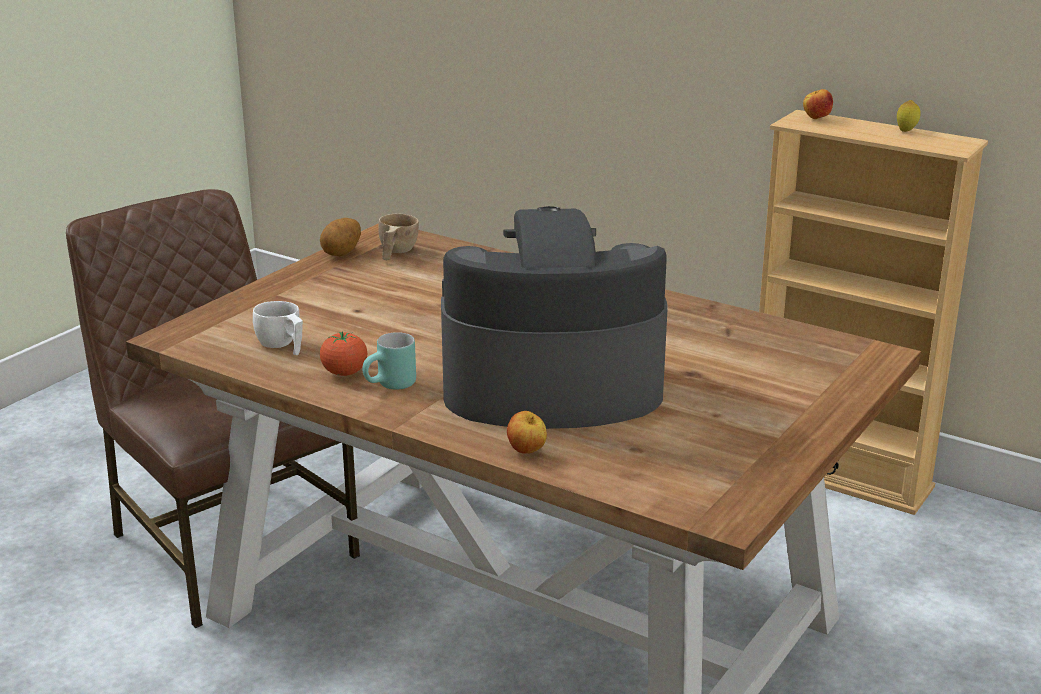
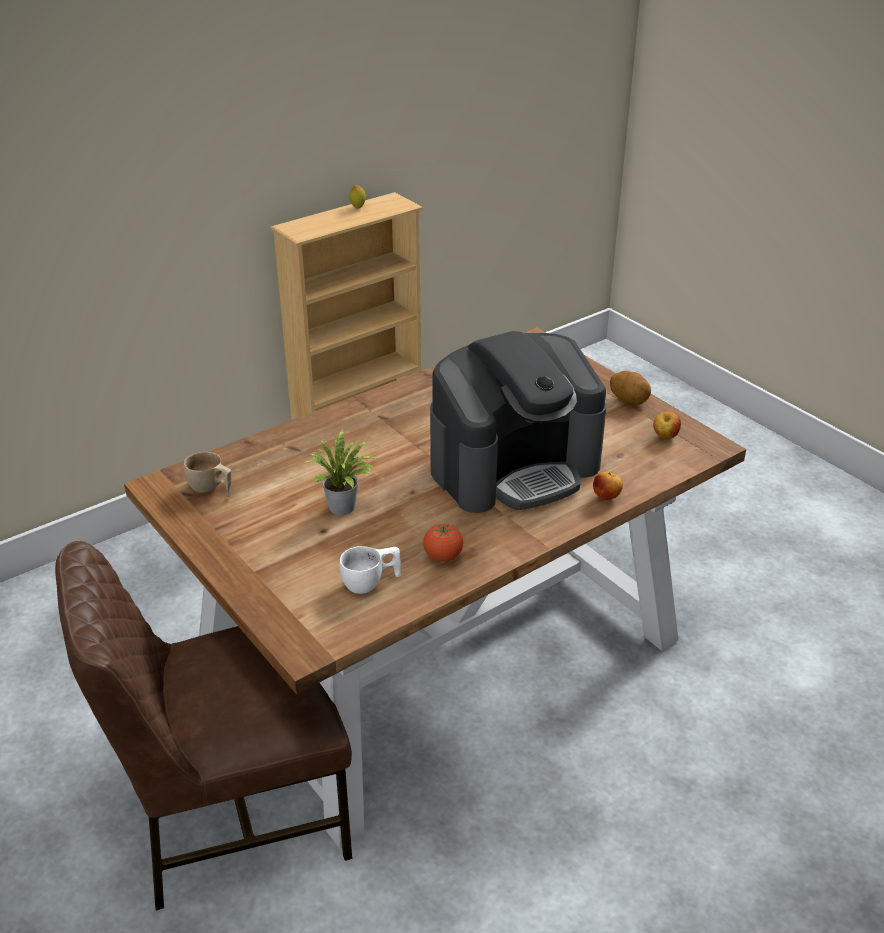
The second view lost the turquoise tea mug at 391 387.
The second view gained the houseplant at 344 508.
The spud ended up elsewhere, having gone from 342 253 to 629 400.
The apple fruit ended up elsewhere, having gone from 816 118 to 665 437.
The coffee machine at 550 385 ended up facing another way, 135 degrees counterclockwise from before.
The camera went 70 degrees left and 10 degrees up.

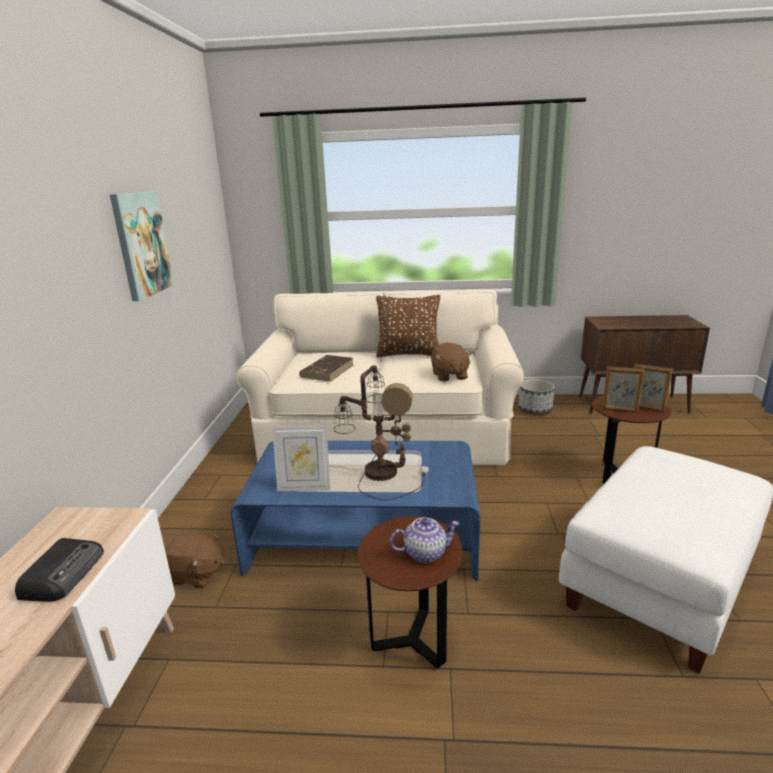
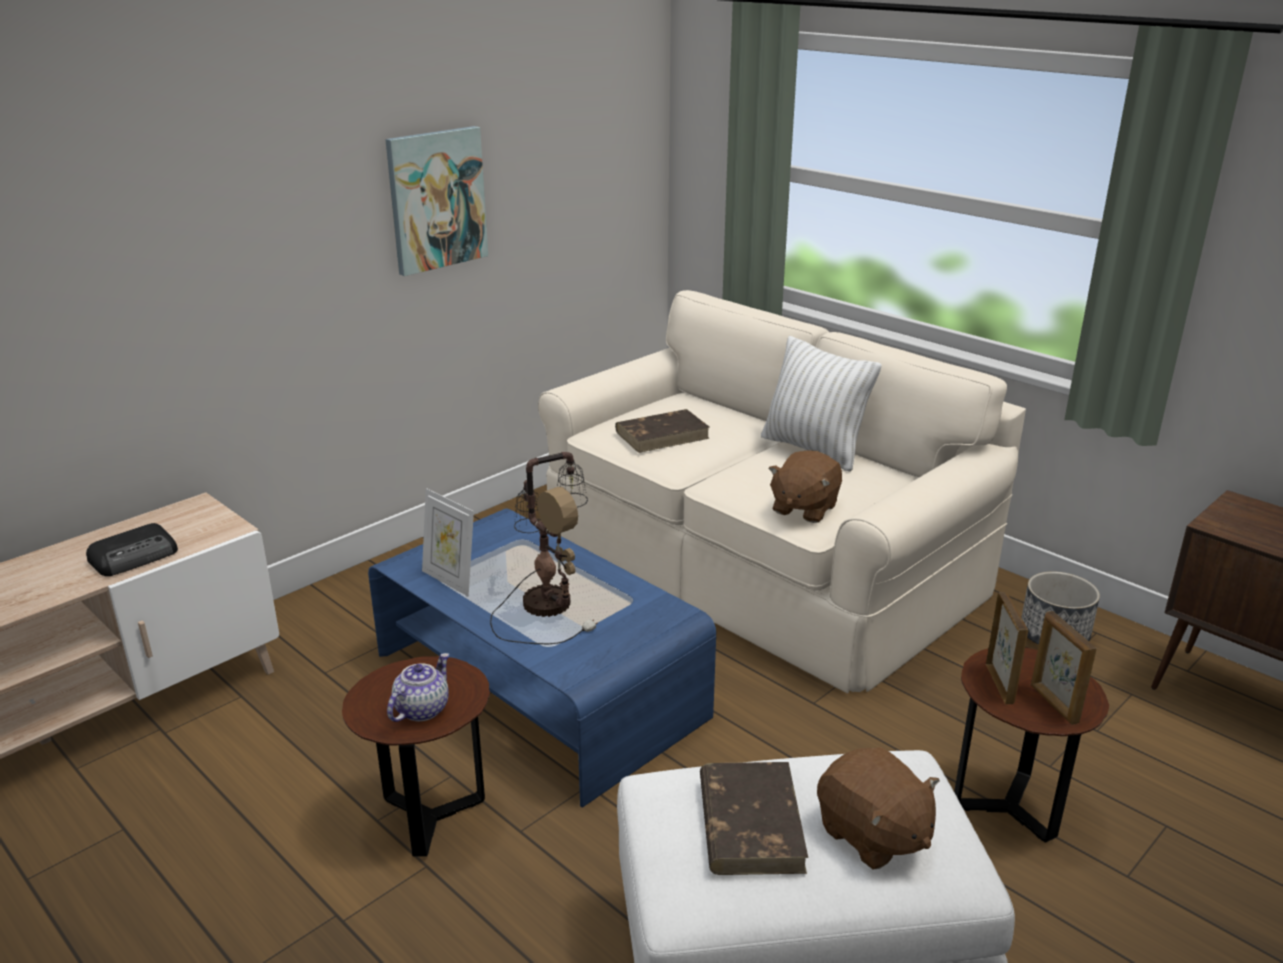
The second view gained the brown bound book at 750 822.
The brown soft toy ended up elsewhere, having gone from 197 574 to 872 835.
What was the brown pillow at 408 354 turned into the white-coloured pillow at 814 450.
The pot for tea at 425 553 ended up facing another way, 90 degrees counterclockwise from before.
The picture frame at 619 410 ended up facing another way, 150 degrees counterclockwise from before.
The camera went 40 degrees right and 5 degrees up.

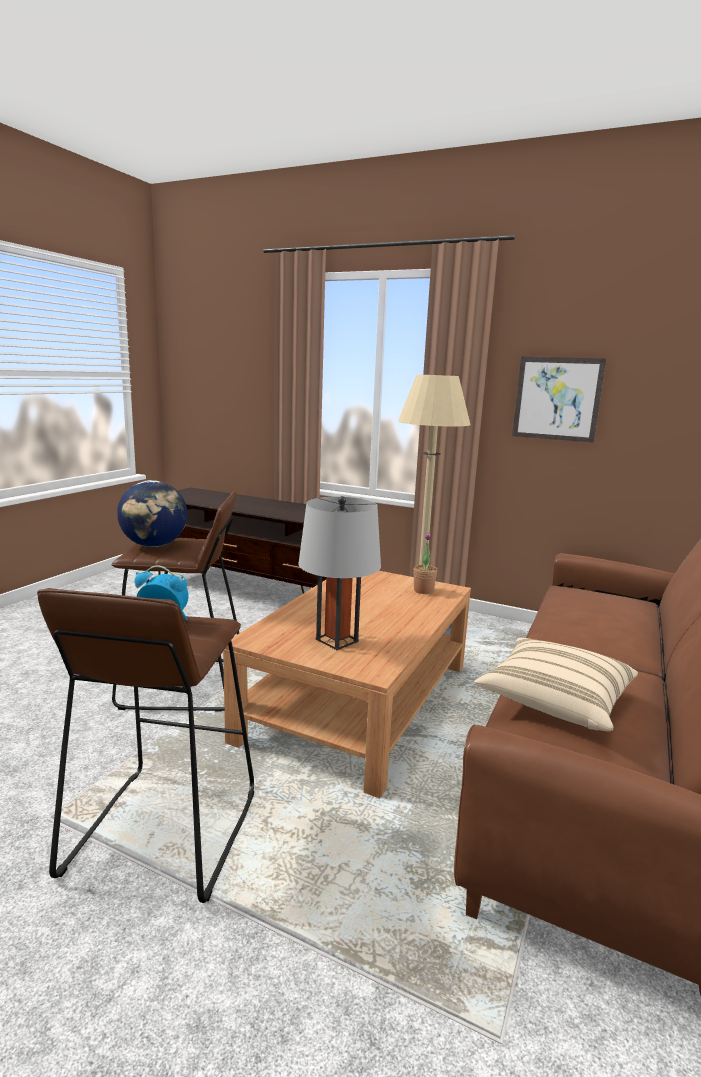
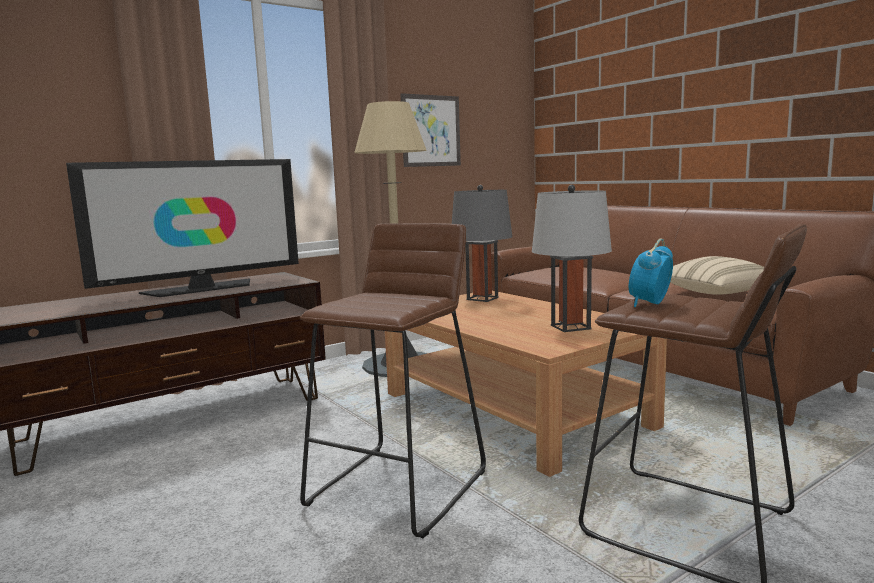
The second view lost the desk globe at 154 545.
The second view gained the television at 202 288.
Where the houseplant stood at 423 590, the greyish lamp for a table came to stand at 482 298.
The camera went 60 degrees left and 5 degrees down.

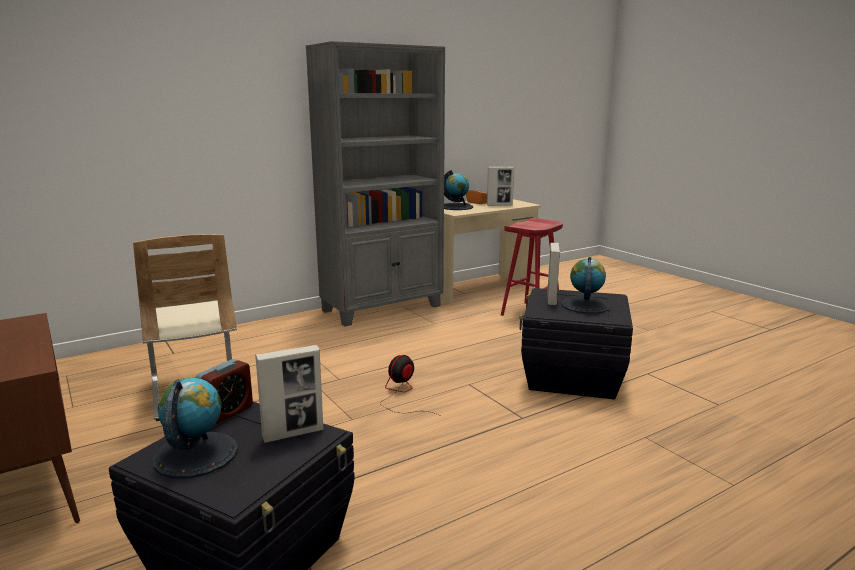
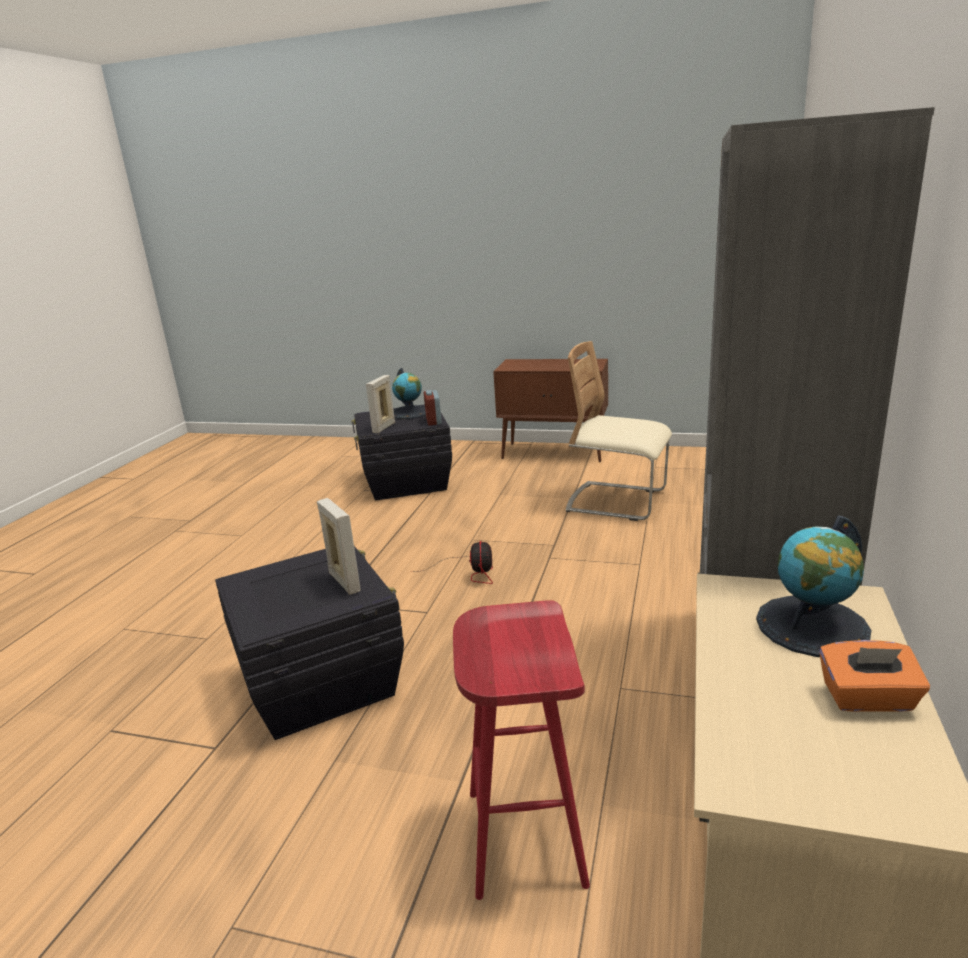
The second view lost the picture frame at 499 205.
The second view lost the desk globe at 585 305.
The camera went 140 degrees right and 5 degrees up.

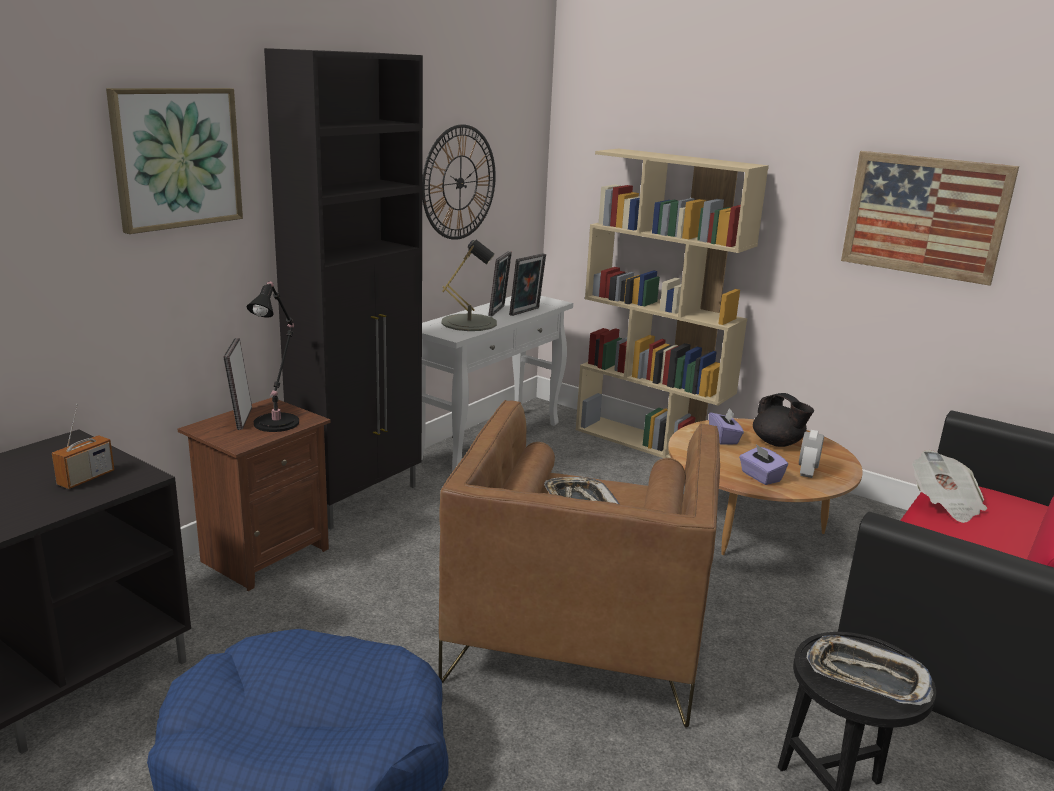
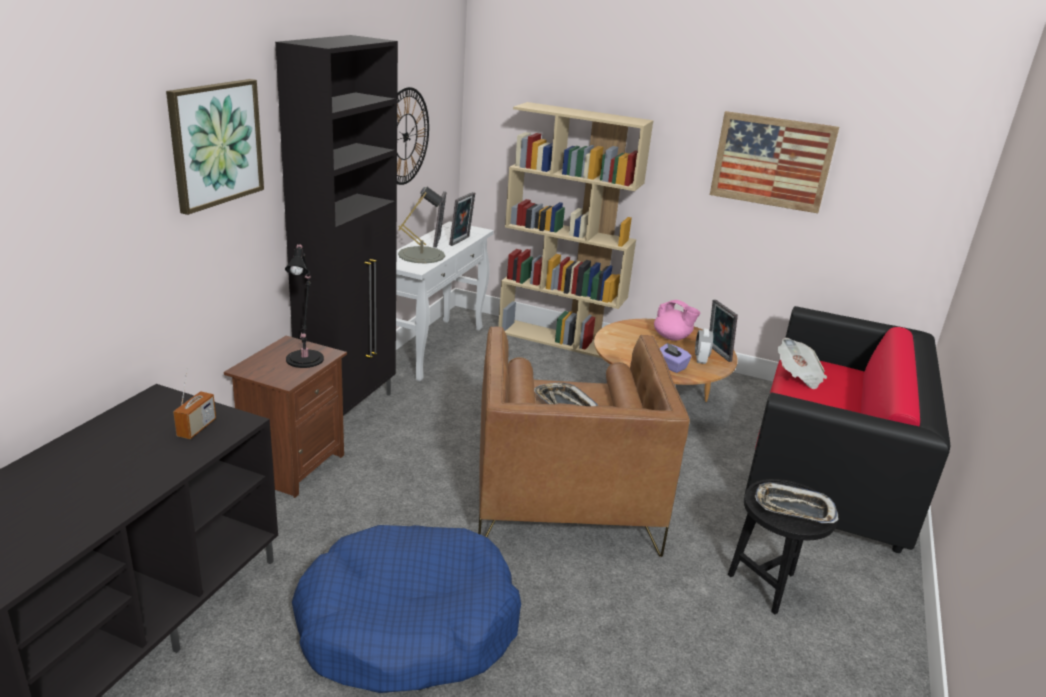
The second view lost the purplish tissue box at 724 438.
The picture frame ended up elsewhere, having gone from 240 418 to 717 353.
What was the black pot for tea at 778 443 turned into the pinkish pot for tea at 672 337.
The camera went 15 degrees left and 5 degrees up.

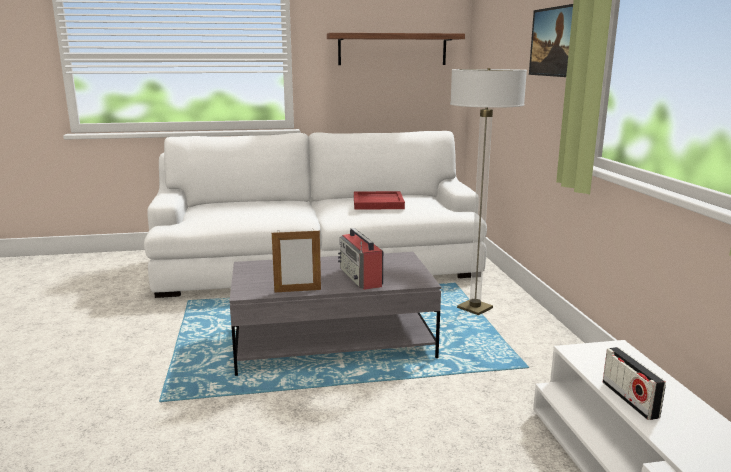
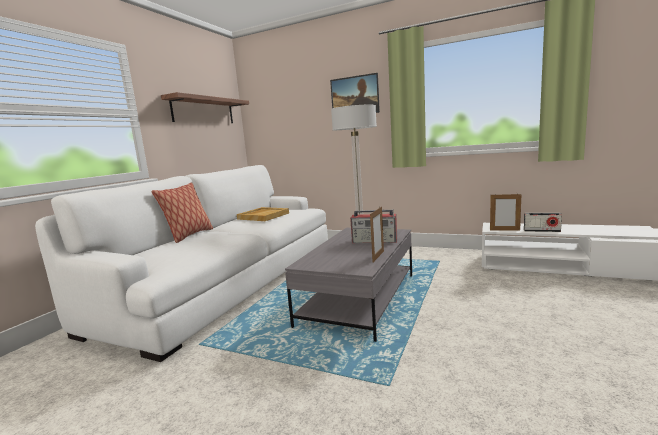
The second view gained the pillow at 189 235.
The second view gained the picture frame at 504 230.
What was the red carrying tray at 378 203 turned into the beige carrying tray at 263 216.
The camera went 55 degrees left and 5 degrees down.

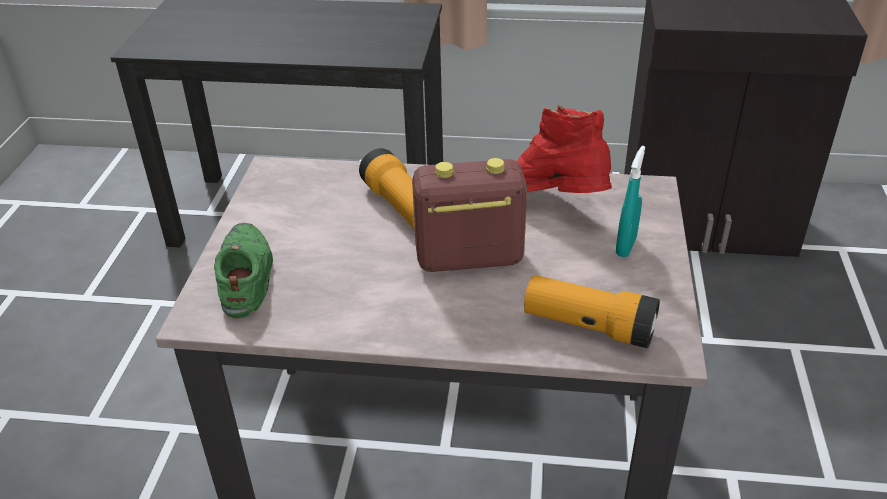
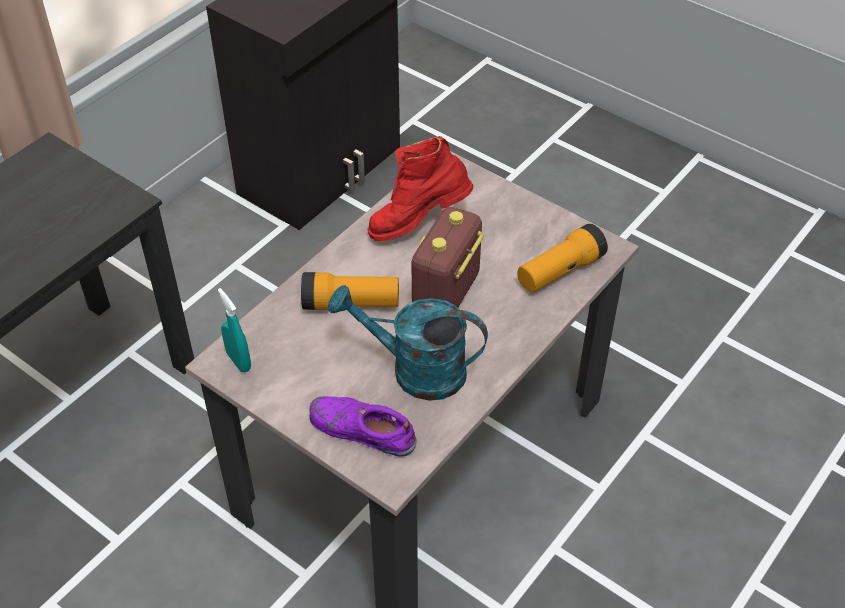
The second view gained the turquoise watering can at 415 370.
The turquoise hand sprayer ended up elsewhere, having gone from 626 246 to 238 361.
What was the greenish low shoe at 244 275 turned into the purplish low shoe at 360 430.
The camera went 60 degrees left and 10 degrees up.

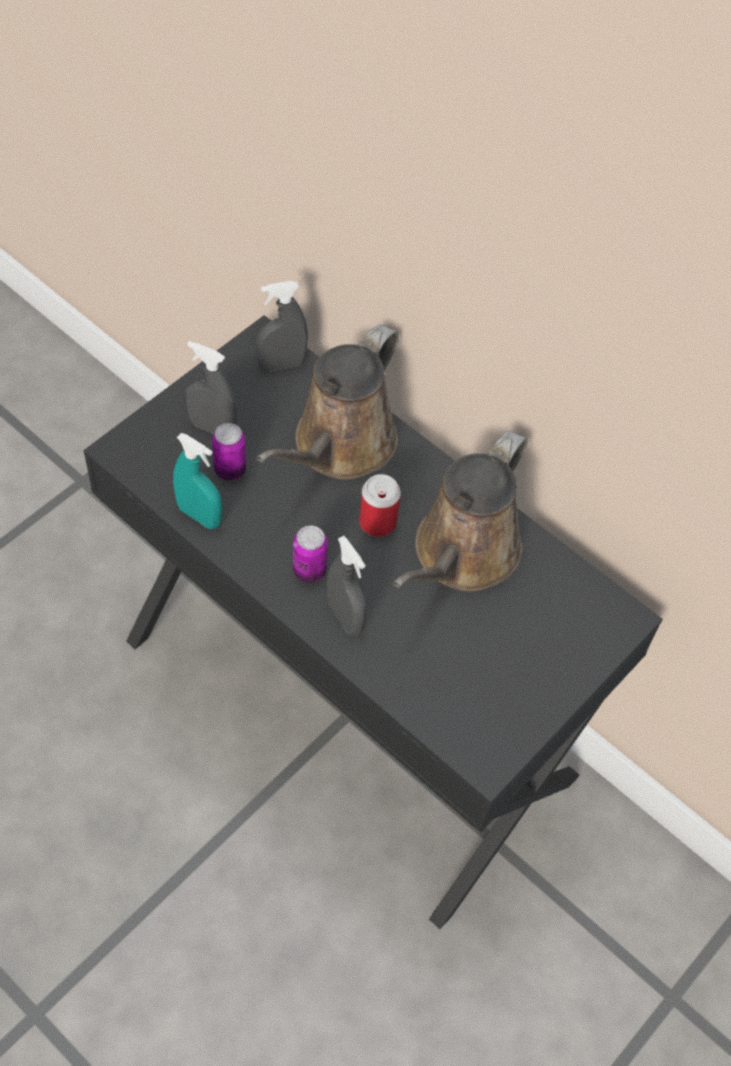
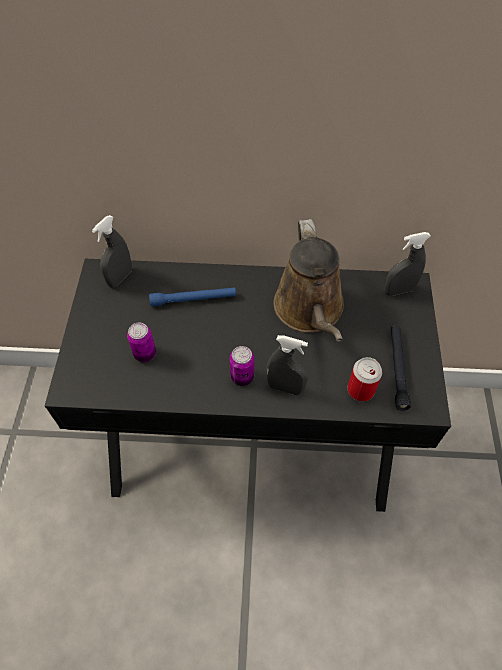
The second view lost the turquoise hand sprayer at 199 516.
The second view gained the black flashlight at 397 368.
The greyish hand sprayer ended up elsewhere, having gone from 212 428 to 399 290.
The metal can ended up elsewhere, having gone from 377 522 to 360 390.
Where the brown watering can stood at 339 447, the blue flashlight came to stand at 193 299.
The camera went 35 degrees left and 0 degrees up.

